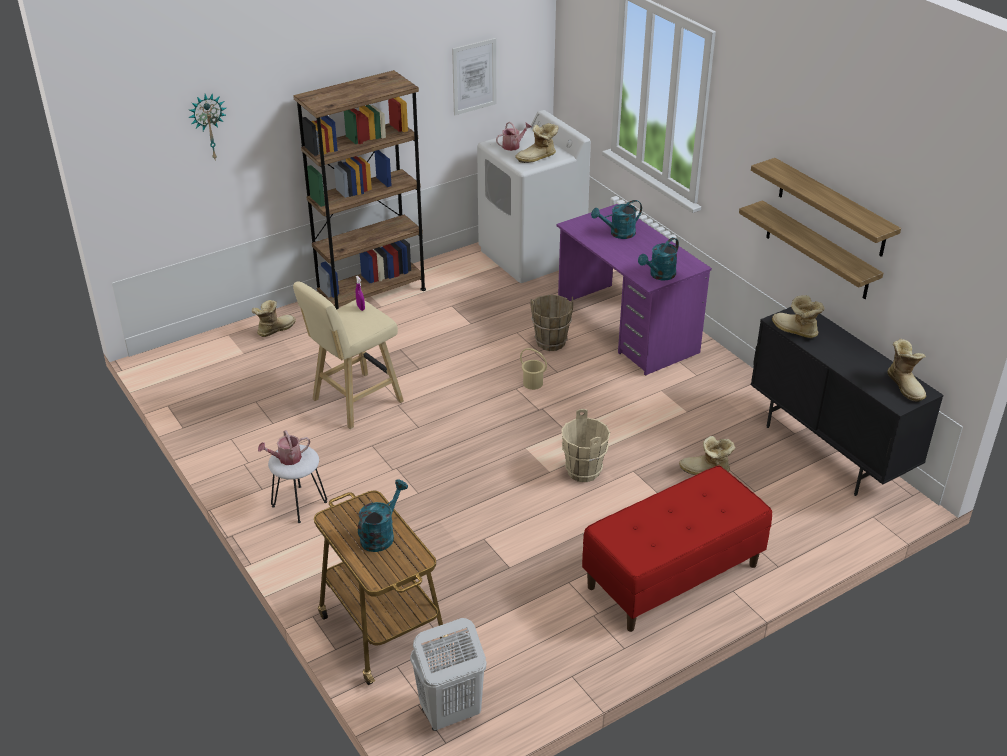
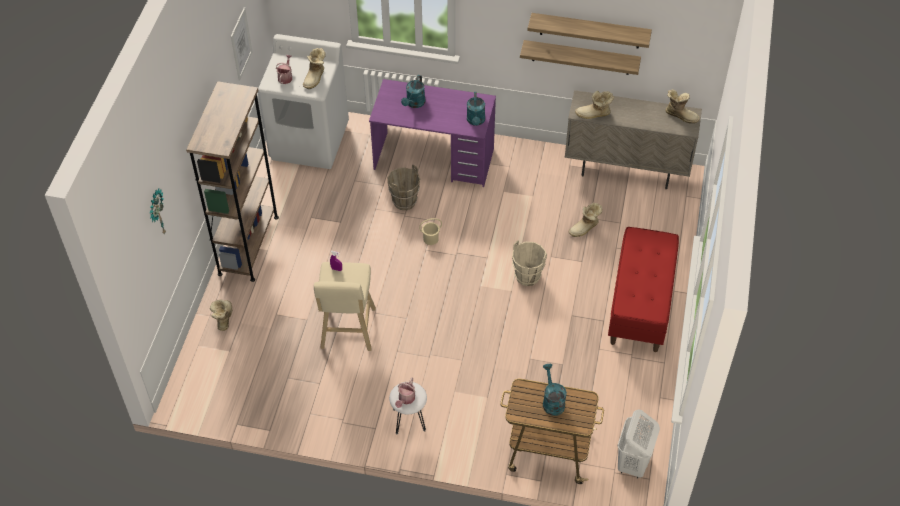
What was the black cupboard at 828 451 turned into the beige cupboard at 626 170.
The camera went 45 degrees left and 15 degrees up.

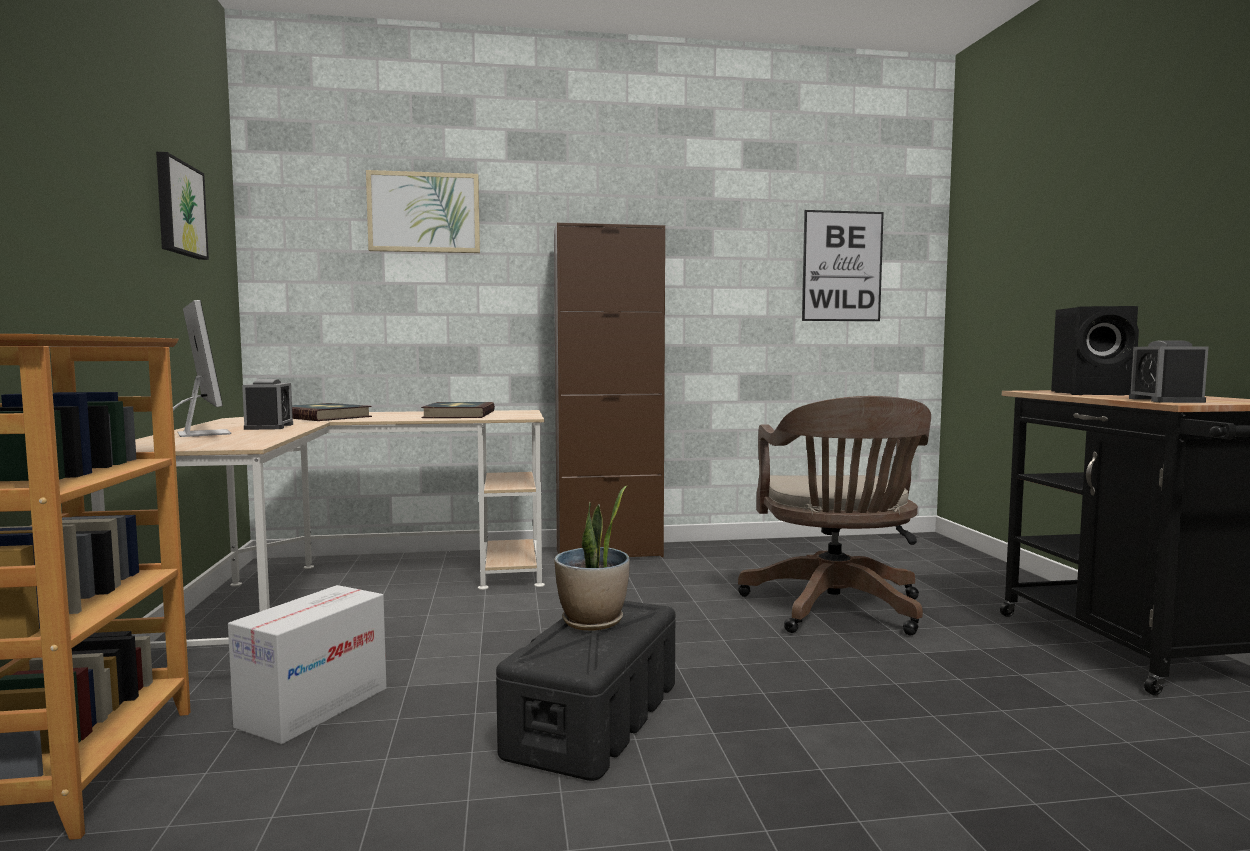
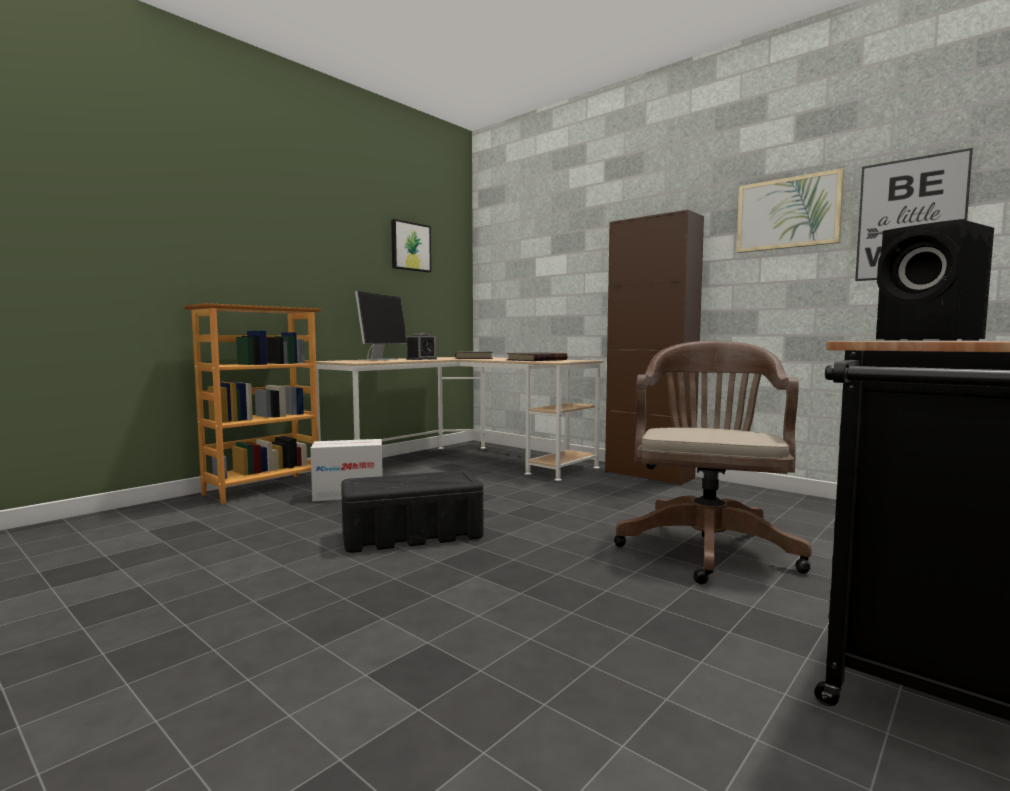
The second view lost the houseplant at 593 622.
The second view lost the table clock at 1165 400.
The wall picture ended up elsewhere, having gone from 424 212 to 788 213.
The brown desk chair at 836 610 ended up facing another way, 150 degrees clockwise from before.
The camera went 50 degrees right and 0 degrees up.

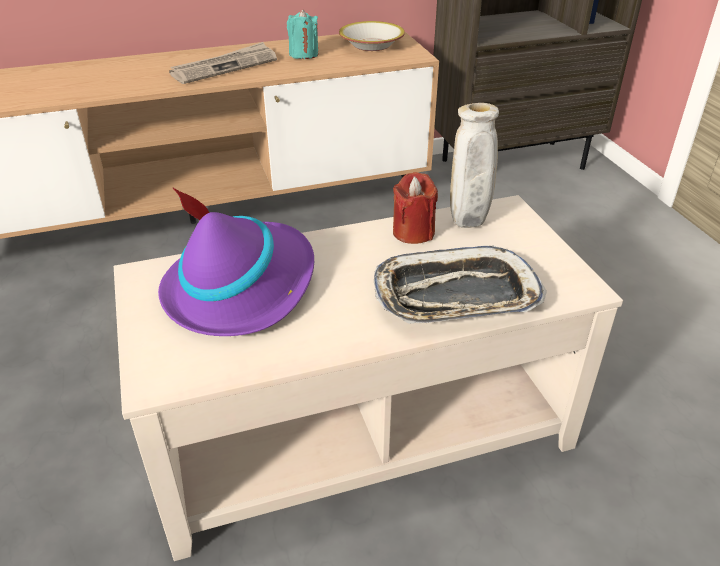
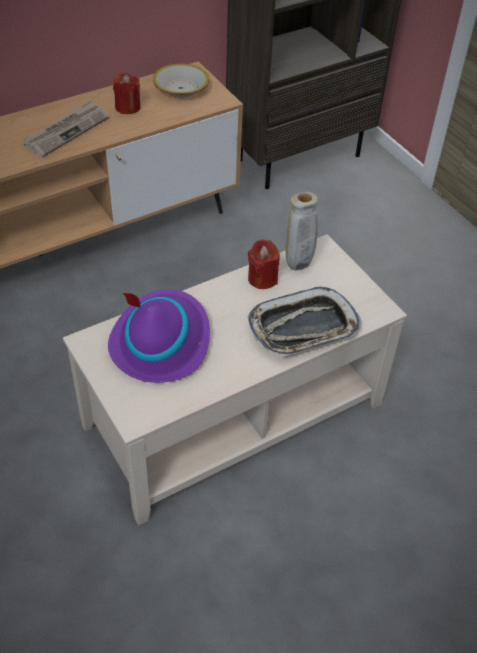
What was the turquoise wax candle at 303 54 turned into the red wax candle at 128 107.
The camera went 15 degrees left and 10 degrees up.

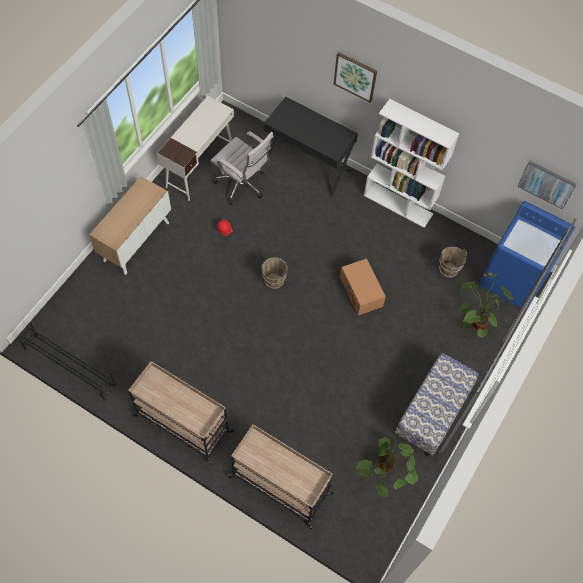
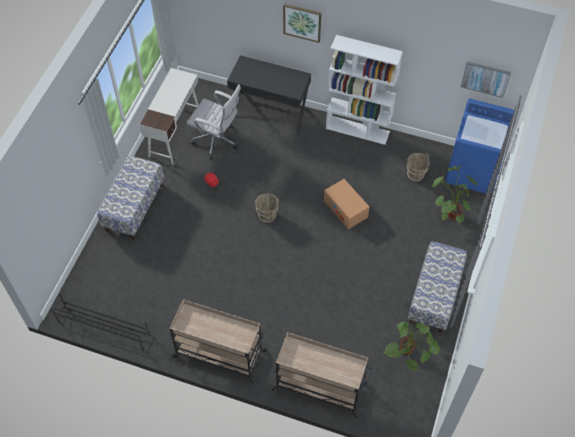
Where the cupboard stood at 136 241, the long seat came to stand at 134 207.
The camera went 10 degrees left and 5 degrees down.

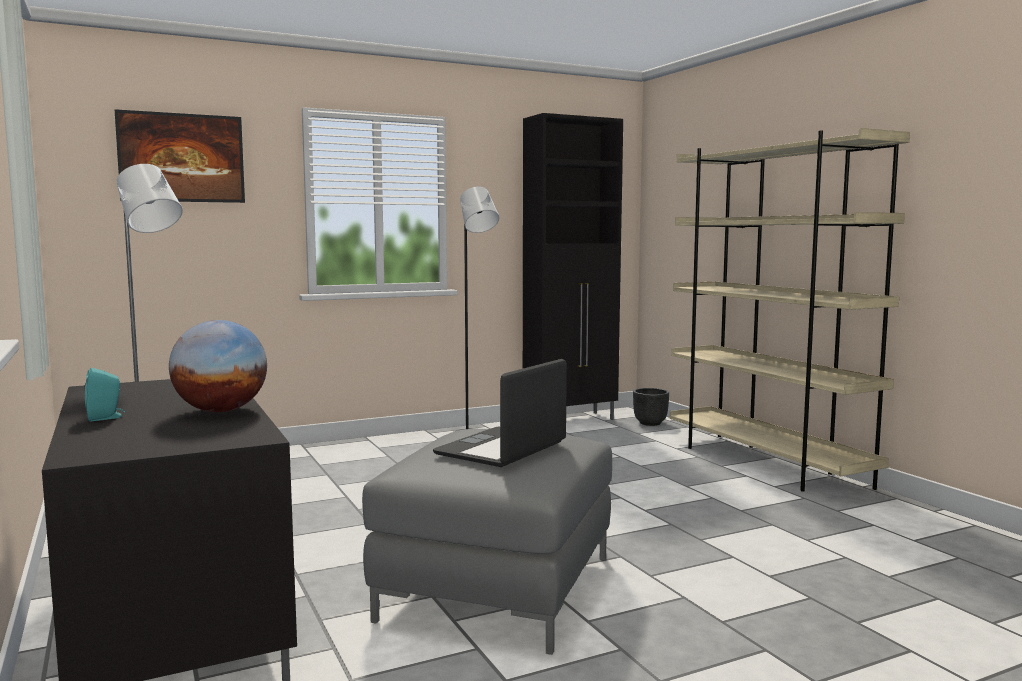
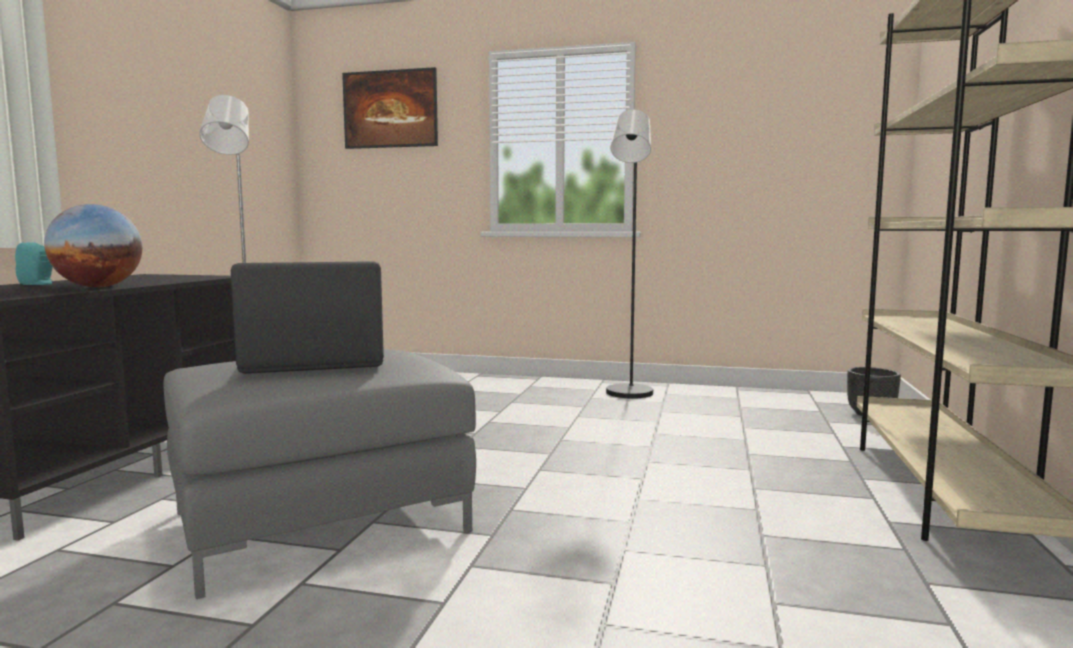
The second view lost the black cupboard at 571 420.
The camera went 40 degrees right and 0 degrees up.

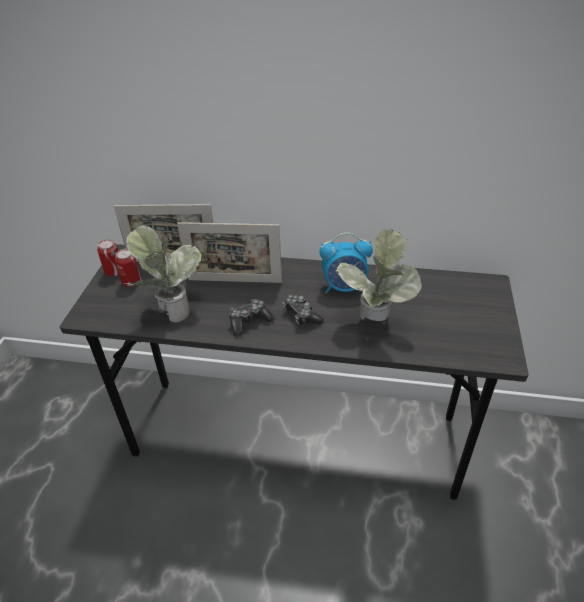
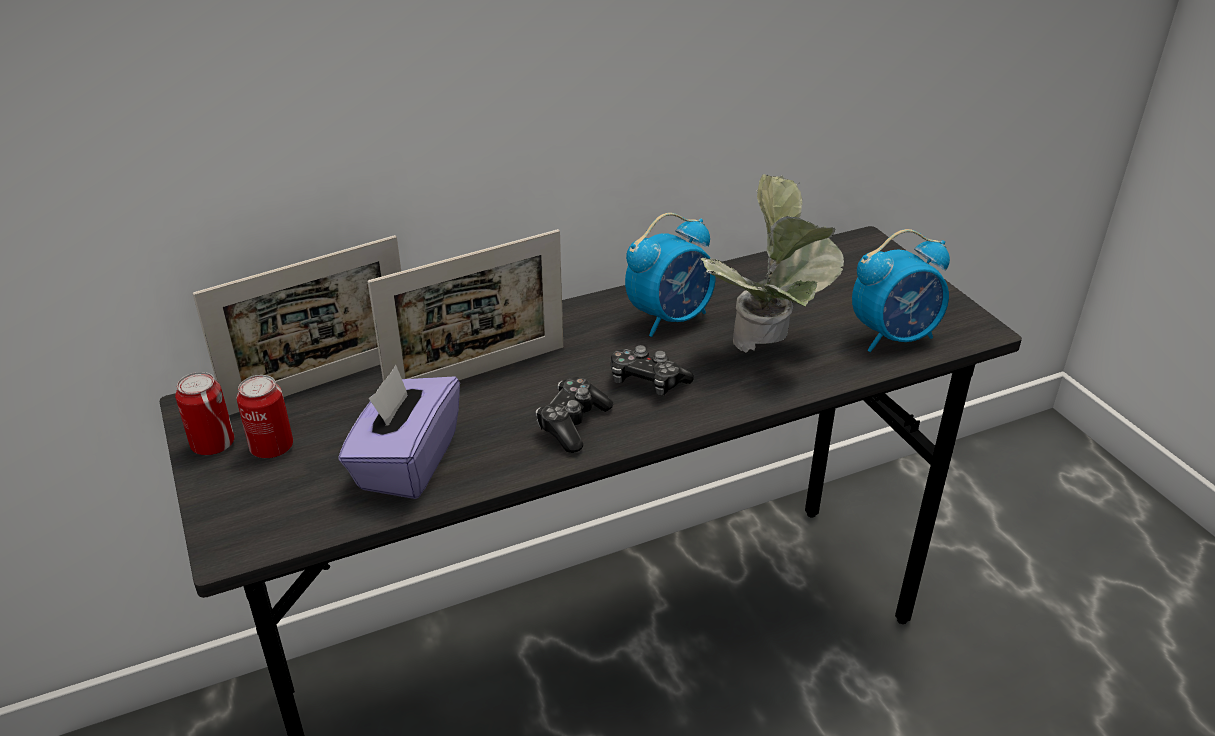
The second view gained the table clock at 894 337.
Where the houseplant stood at 170 310, the purplish tissue box came to stand at 406 462.
The camera went 35 degrees left and 5 degrees down.

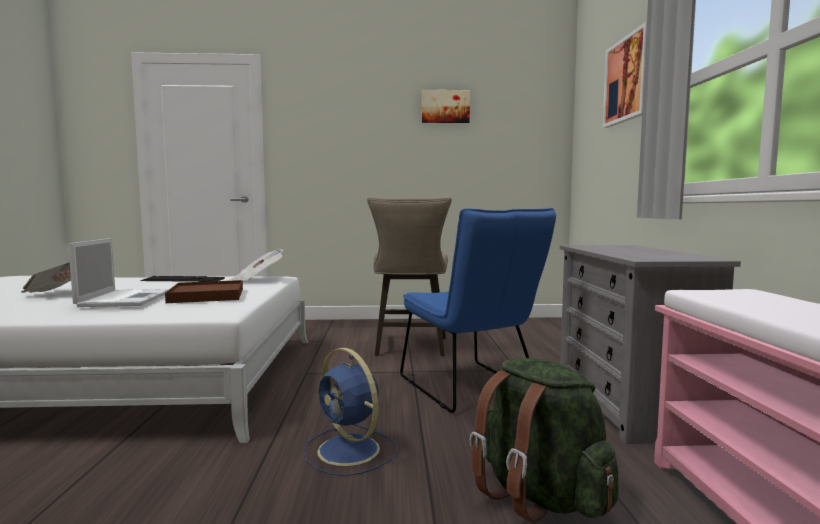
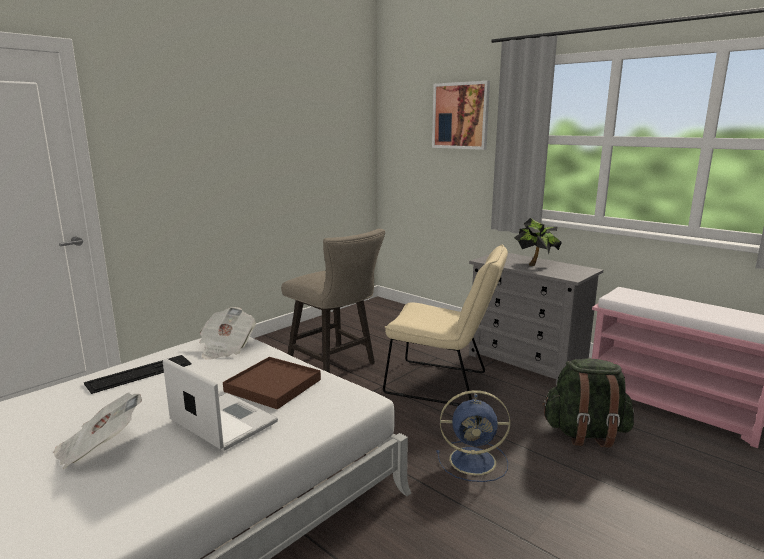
The second view lost the wall picture at 445 107.
The second view gained the houseplant at 535 264.
What was the blue chair at 471 389 turned into the beige chair at 443 384.
The camera went 45 degrees left and 10 degrees up.

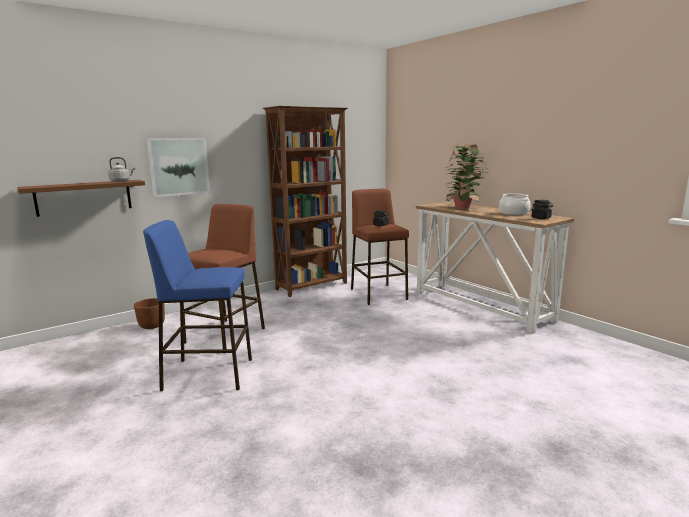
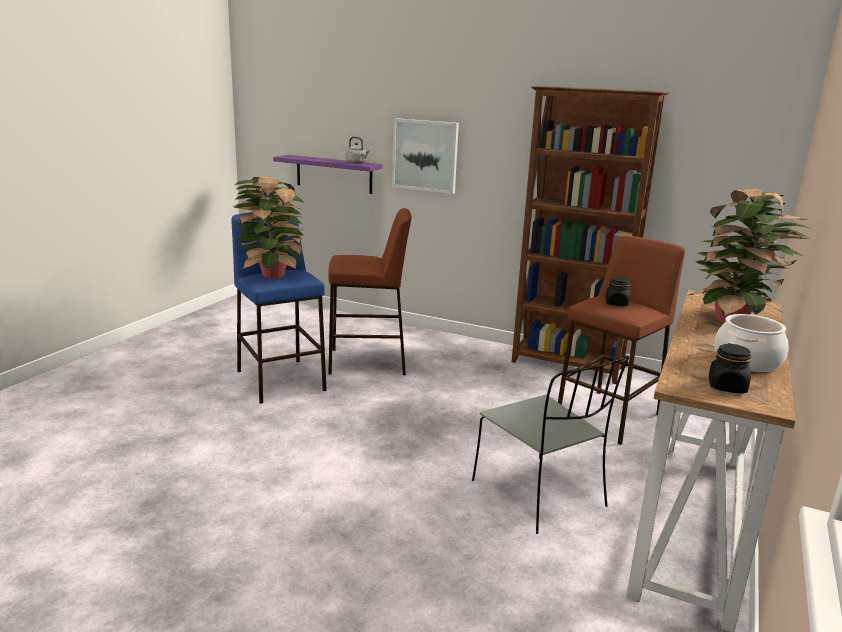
The second view lost the brown planter at 152 326.
The second view gained the houseplant at 271 274.
The second view gained the greyish chair at 540 495.
What was the brown bracket shelf at 84 197 turned into the purplish bracket shelf at 334 174.
The camera went 60 degrees right and 5 degrees up.

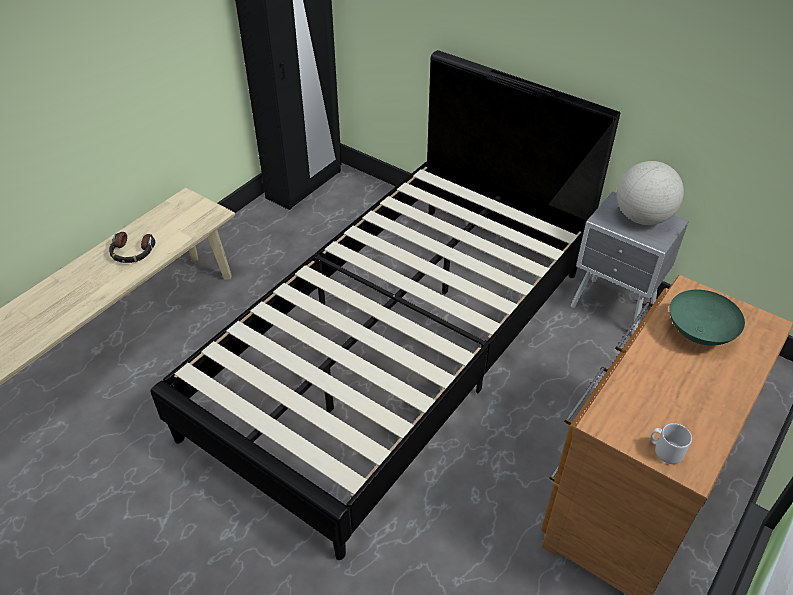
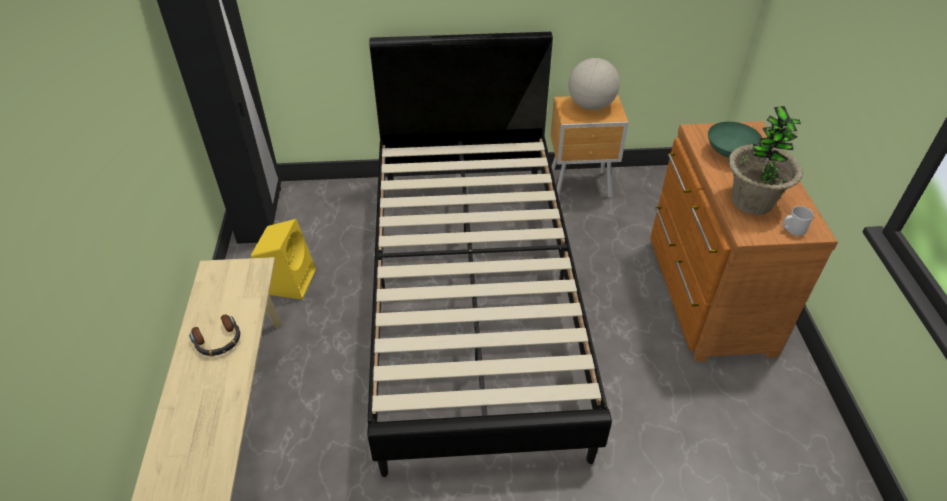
The second view gained the yellowish speaker at 290 280.
The second view gained the houseplant at 752 201.
What was the greyish nightstand at 613 309 turned into the brown nightstand at 581 186.
The camera went 40 degrees left and 0 degrees up.

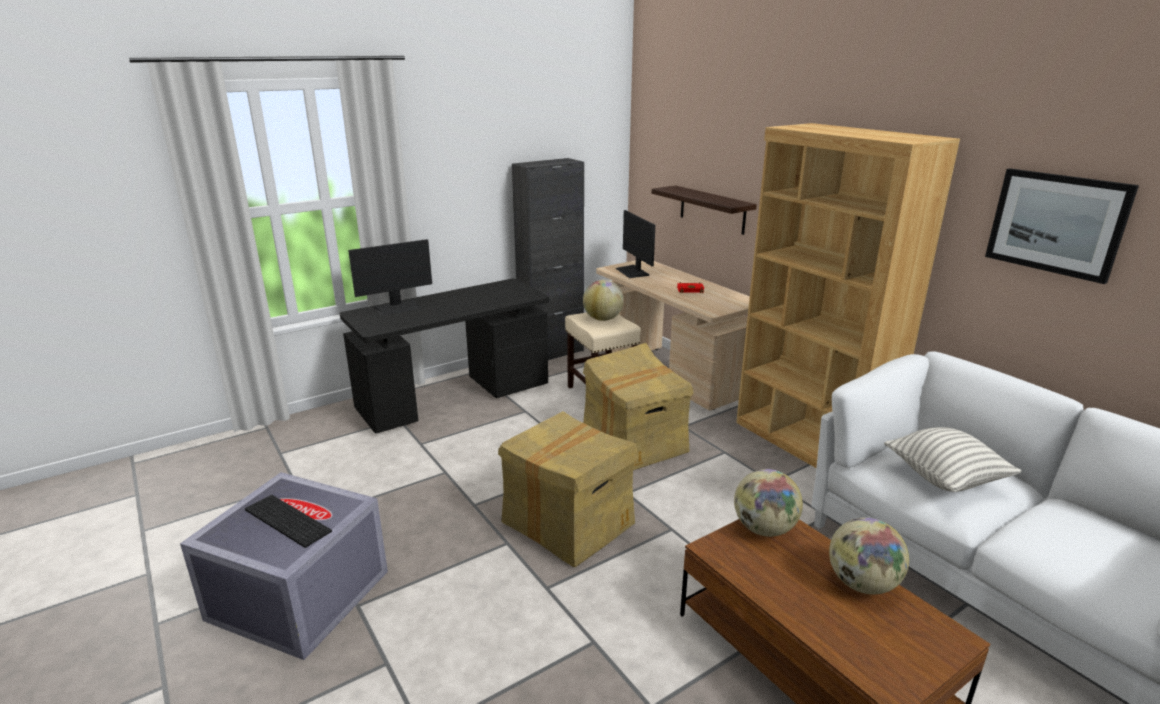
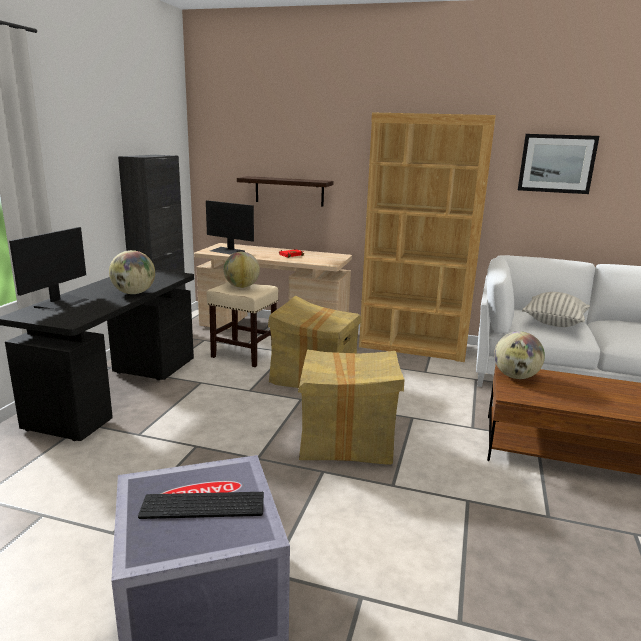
The desk globe ended up elsewhere, having gone from 861 584 to 134 293.
The camera went 40 degrees left and 5 degrees down.

